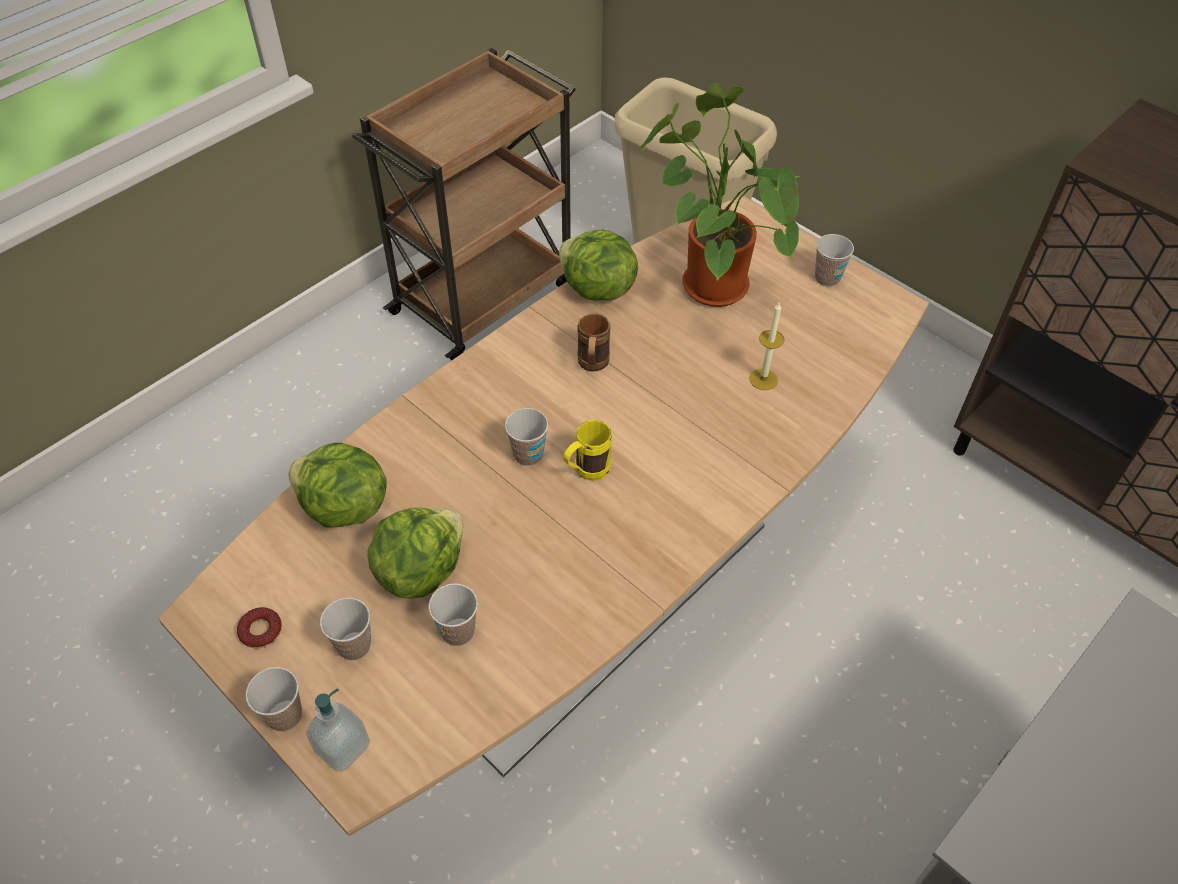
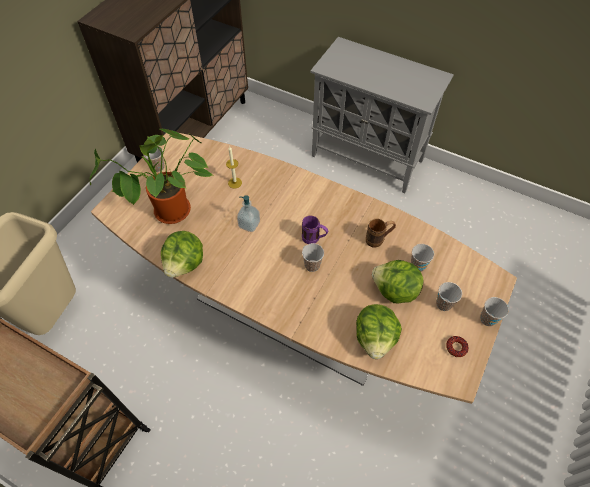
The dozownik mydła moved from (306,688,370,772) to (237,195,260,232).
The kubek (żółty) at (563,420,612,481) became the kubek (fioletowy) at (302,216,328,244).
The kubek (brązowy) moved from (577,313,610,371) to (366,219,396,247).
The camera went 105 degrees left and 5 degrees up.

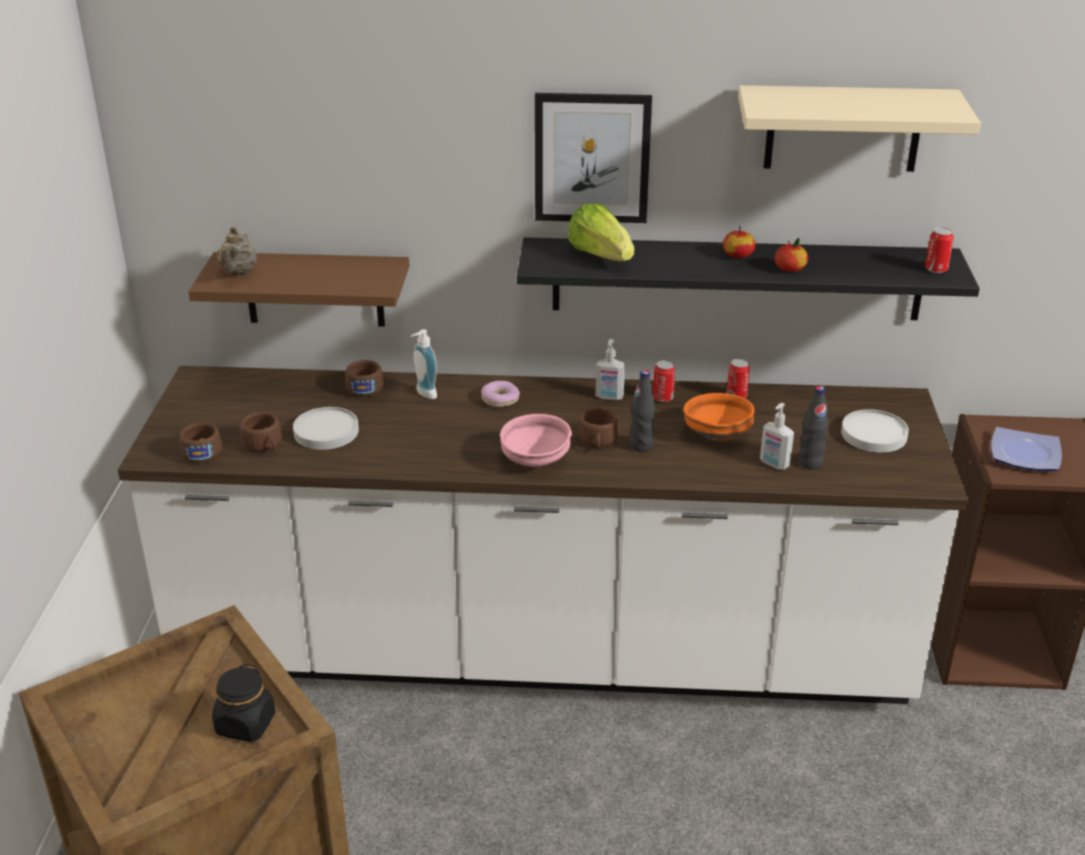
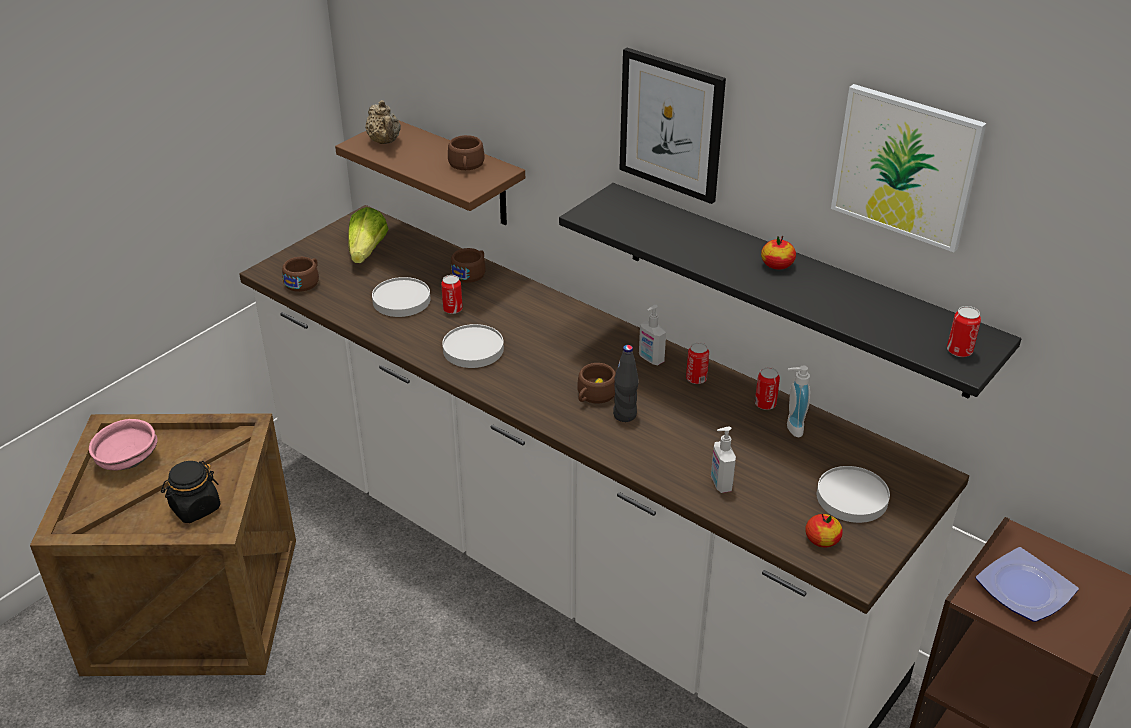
The imbryk (beżowy) at (217,226,256,275) turned 60 degrees counterclockwise.
The filiżanka (brązowy) moved from (240,412,282,452) to (448,135,485,170).
The dozownik mydła moved from (411,329,437,399) to (787,365,810,437).
The donut at (481,381,520,407) disappeared.
The miska (różowy) moved from (500,414,572,467) to (89,419,158,471).
The sałata moved from (568,204,634,261) to (348,207,389,263).
The miska (pomarańczowy) at (683,393,755,441) disappeared.
The półka (beżowy) at (738,85,981,172) was replaced by the obraz at (831,84,986,252).
The jabłko moved from (775,238,808,272) to (805,513,843,548).
The butelka (czarny) at (799,386,829,469) disappeared.
The puszka at (441,275,463,314) appeared.
The talerz (biały) at (442,324,504,368) appeared.
The camera went 35 degrees right and 5 degrees up.

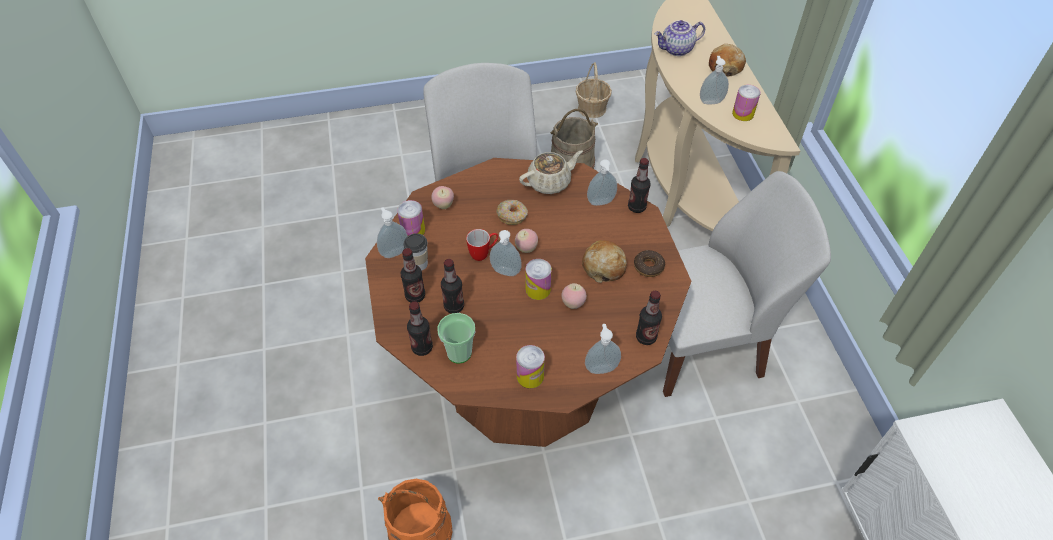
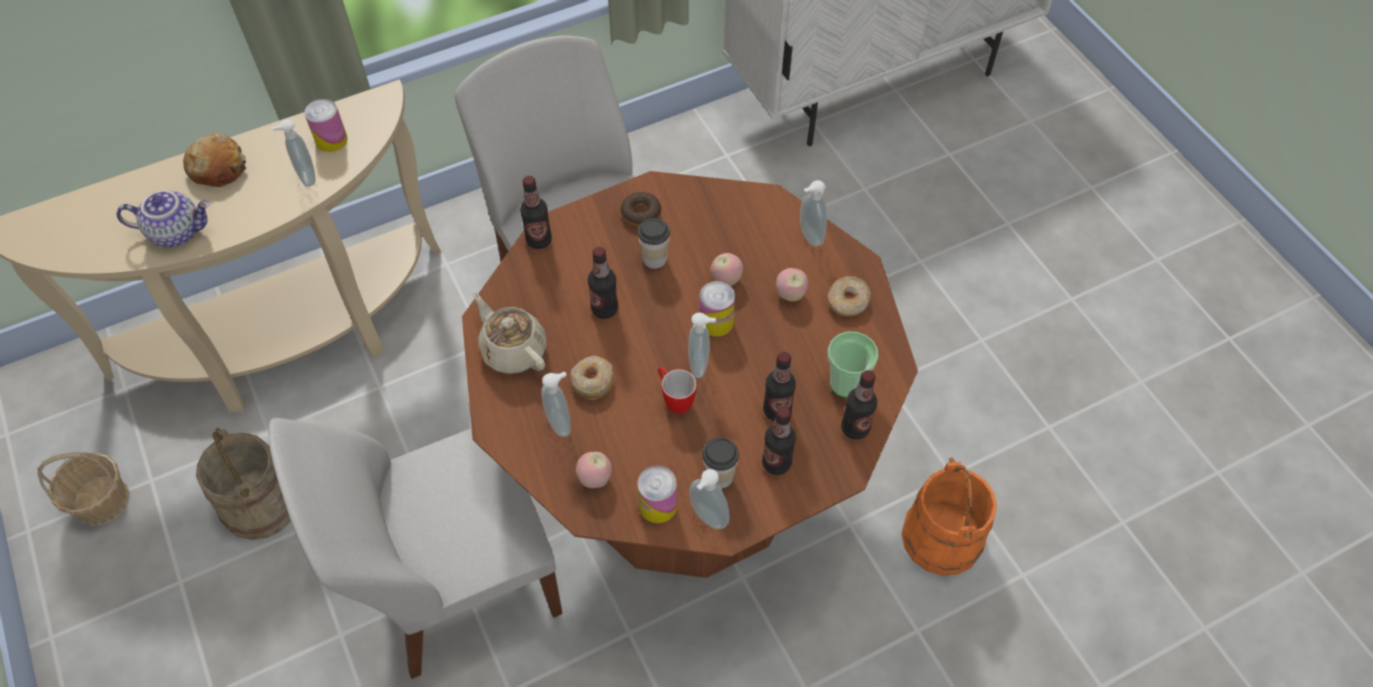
The jabłko moved from (515,229,538,253) to (776,268,808,301).
The puszka at (516,345,545,388) was replaced by the donut at (828,276,871,316).
The chleb at (582,240,627,283) was replaced by the filiżanka at (638,219,670,269).
The dozownik mydła moved from (587,160,617,206) to (541,372,571,437).
The butelka moved from (636,291,662,345) to (588,247,618,319).
The imbryk at (655,20,705,56) turned 60 degrees counterclockwise.
The camera went 105 degrees left and 5 degrees up.

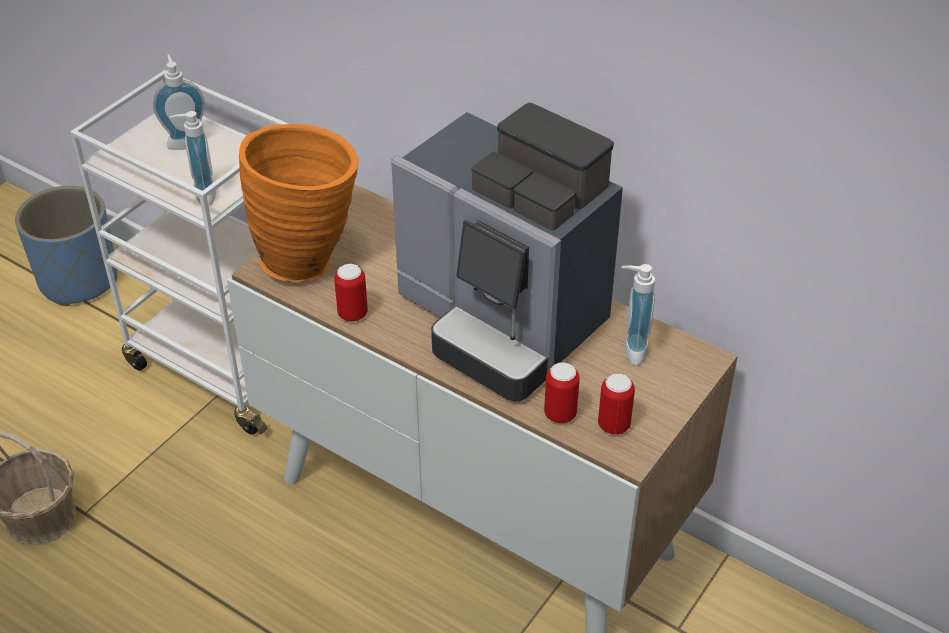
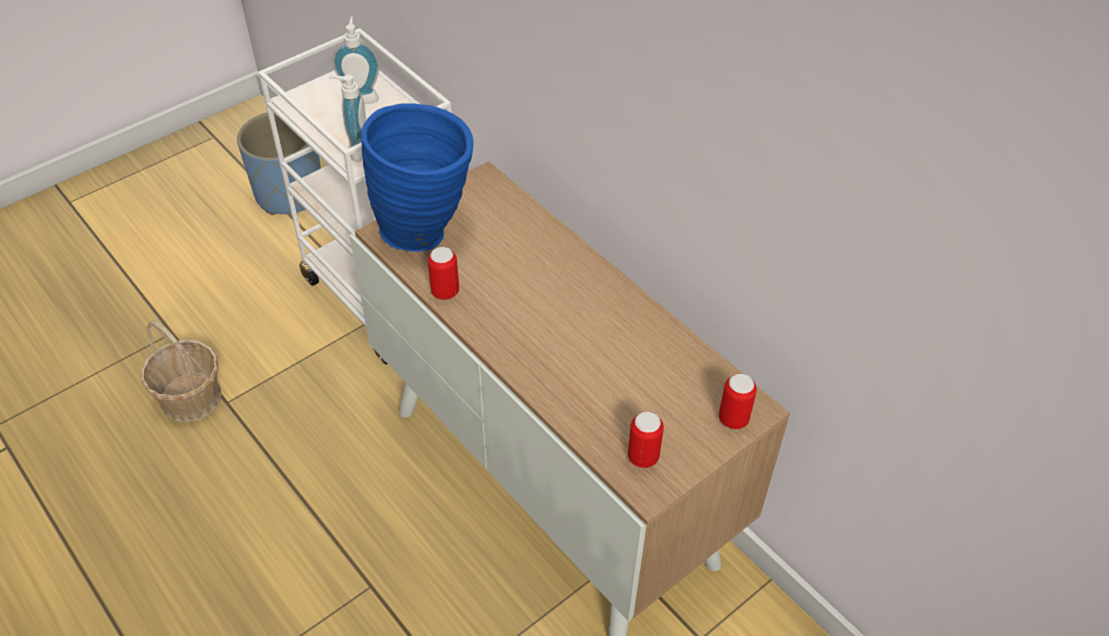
The wazon (pomarańczowy) at (239,124,359,282) became the wazon (niebieski) at (361,103,474,252).
The ekspres do kawy at (391,103,623,402) disappeared.
The puszka moved from (544,362,580,423) to (719,373,757,429).
The dozownik mydła at (621,264,655,366) disappeared.
The camera went 15 degrees right and 5 degrees up.

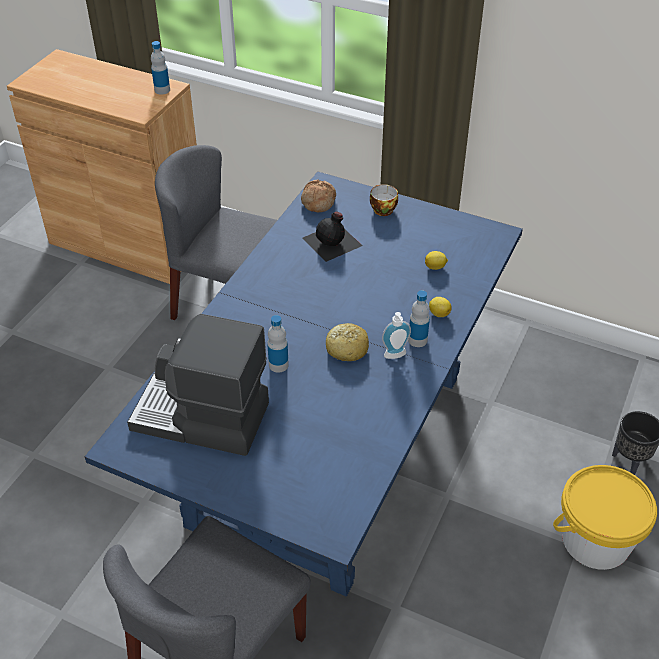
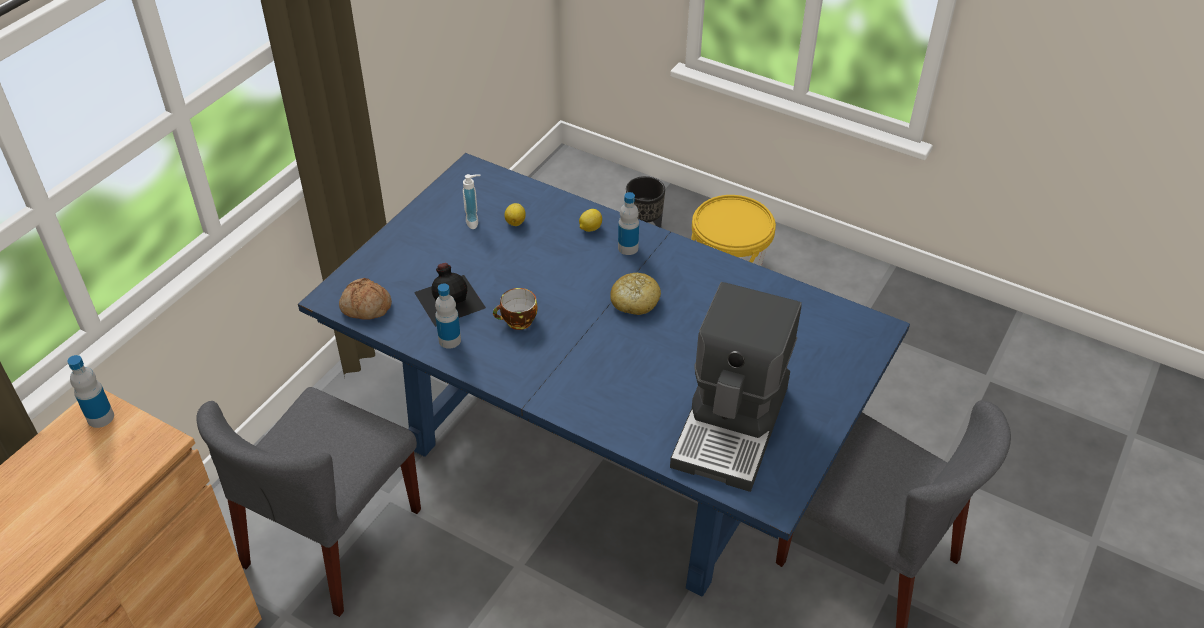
The butelka moved from (267,315,289,373) to (435,283,461,349).
The filiżanka moved from (370,184,398,216) to (493,288,538,330).
The dozownik mydła moved from (382,312,411,359) to (463,174,480,229).
The camera went 85 degrees left and 0 degrees up.

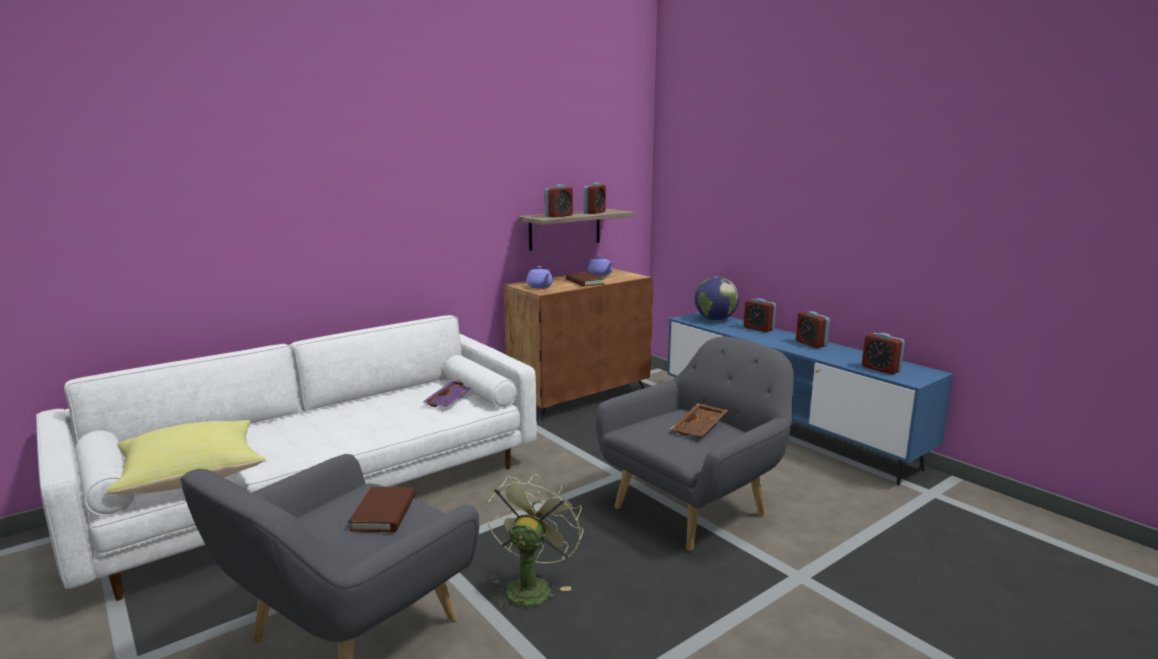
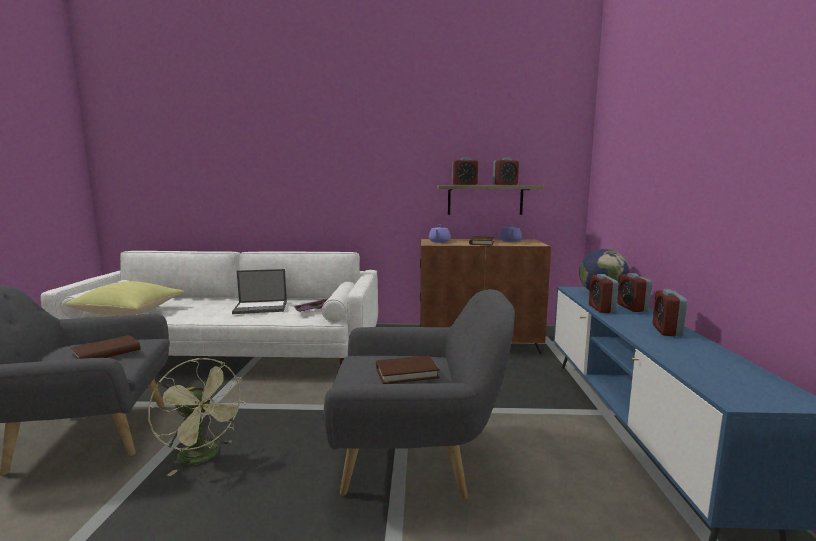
The wentylator (zielony) at (485,472,583,613) turned 75 degrees clockwise.
The taca (brązowy) at (670,403,728,436) was replaced by the książka (brązowy) at (376,356,440,384).
The budzik moved from (862,333,905,374) to (589,274,618,313).
The laptop at (232,269,287,314) appeared.
The camera went 40 degrees right and 5 degrees down.

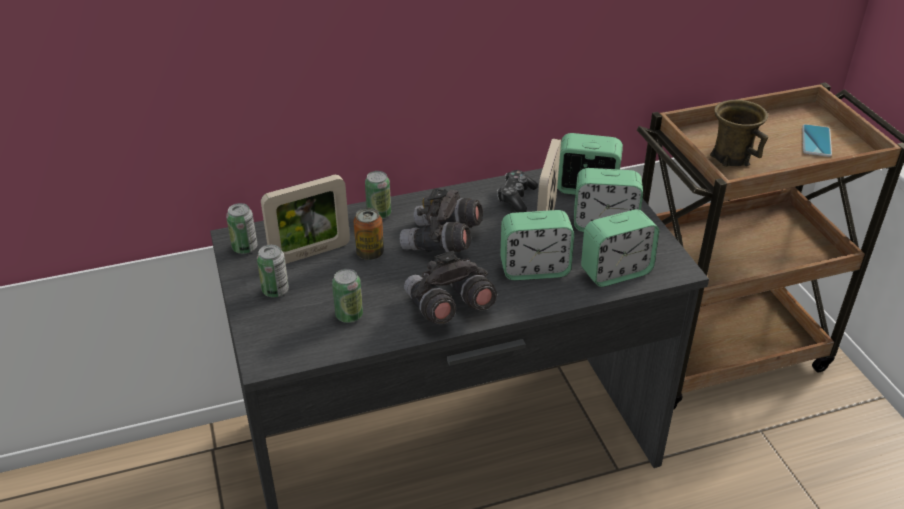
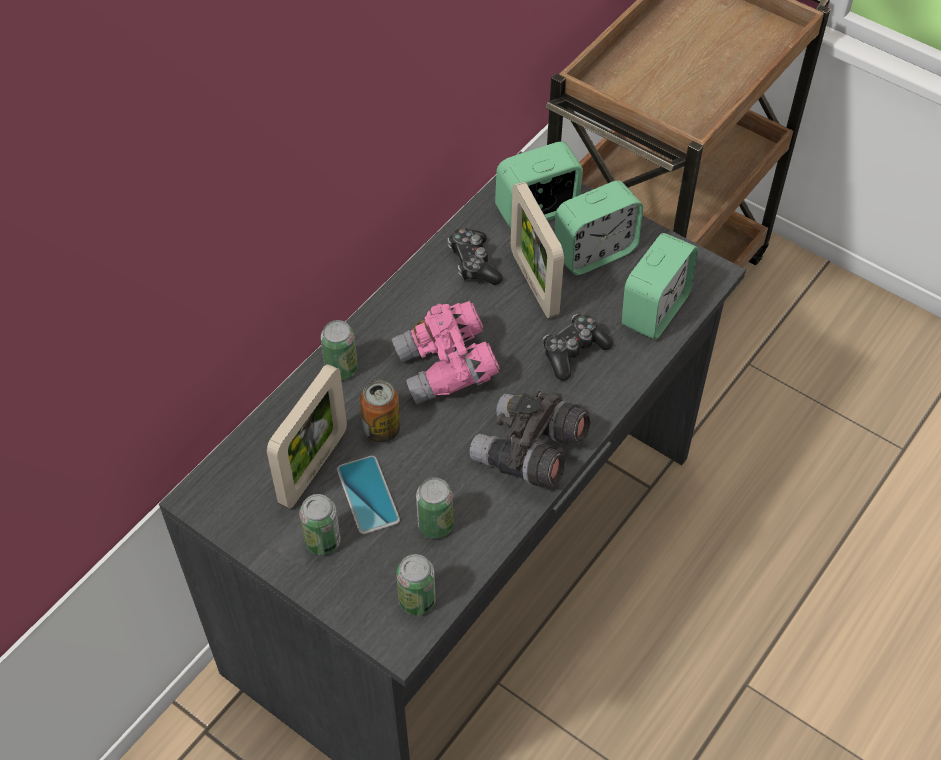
The puszka moved from (226,203,257,254) to (396,554,436,616).
The lornetka (szary) at (400,189,483,252) became the lornetka (różowy) at (392,301,500,404).
The budzik at (500,210,574,281) was replaced by the pad do gier at (543,314,613,381).
The kubek (brązowy) at (710,100,768,167) disappeared.
The telefon moved from (802,124,832,157) to (337,456,400,534).
The camera went 35 degrees left and 15 degrees up.

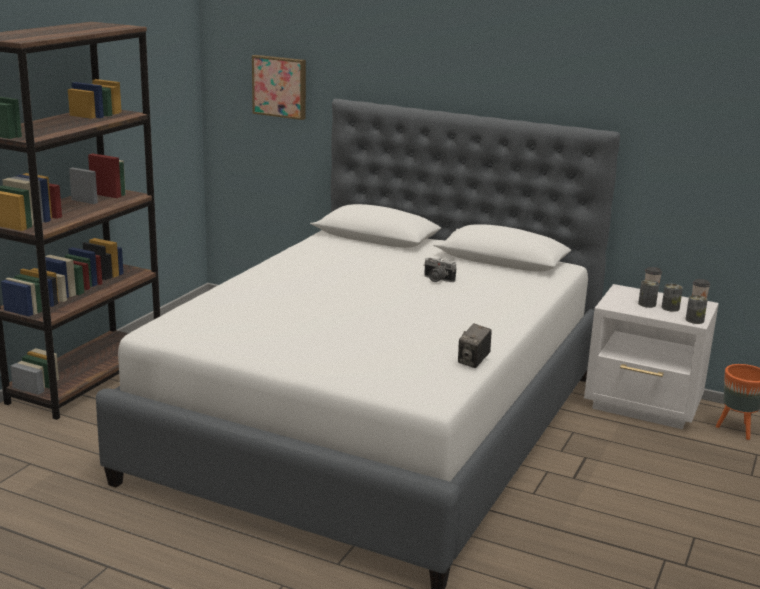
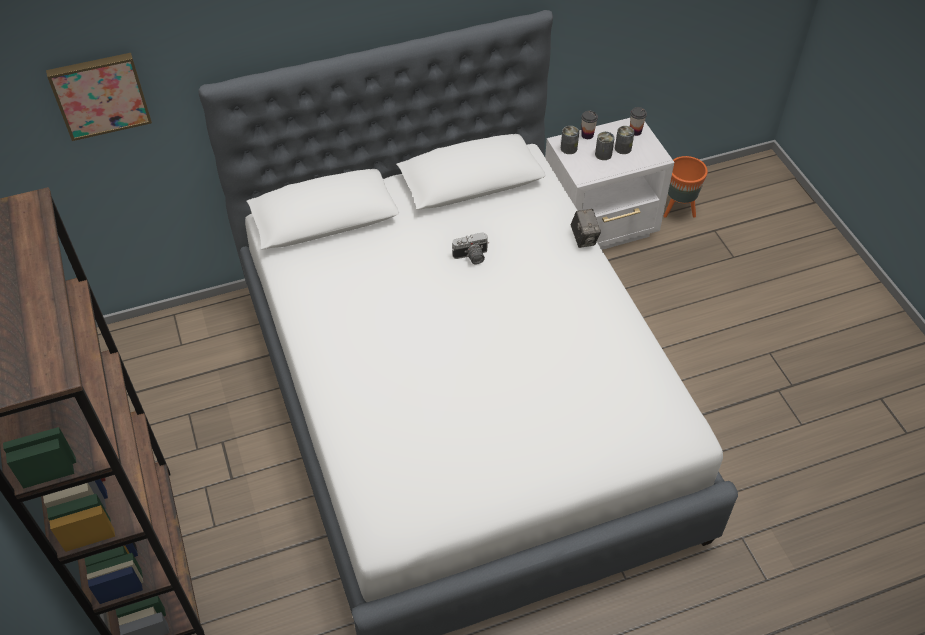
The aparat fotograficzny moved from (458,323,492,368) to (571,209,601,248).
The puszka moved from (686,295,708,324) to (561,126,579,154).
The camera went 45 degrees left and 30 degrees up.

